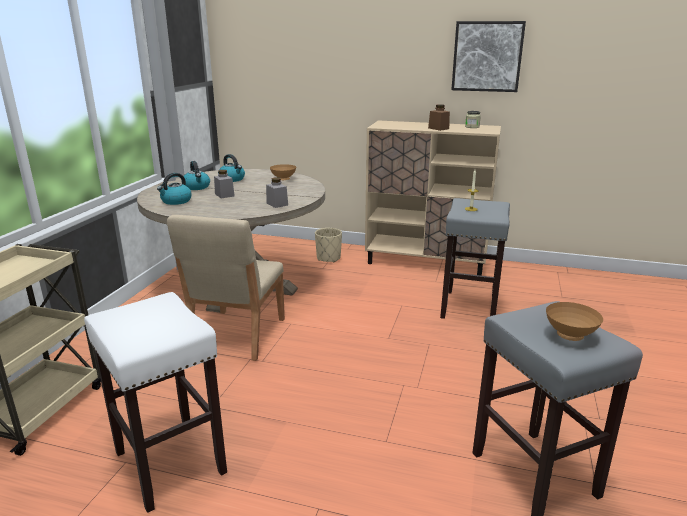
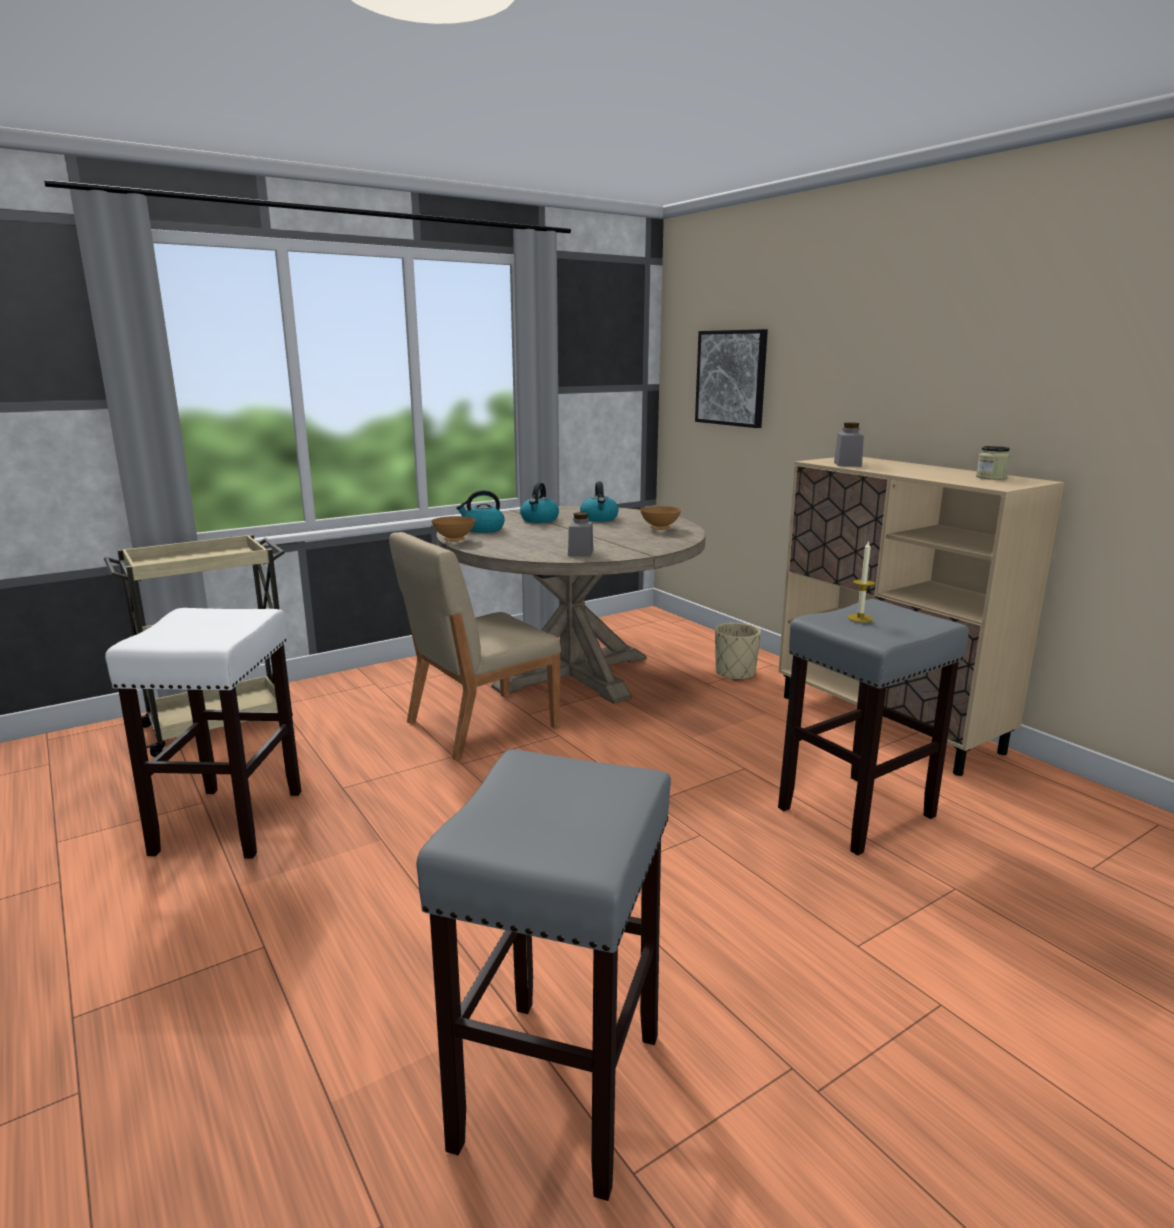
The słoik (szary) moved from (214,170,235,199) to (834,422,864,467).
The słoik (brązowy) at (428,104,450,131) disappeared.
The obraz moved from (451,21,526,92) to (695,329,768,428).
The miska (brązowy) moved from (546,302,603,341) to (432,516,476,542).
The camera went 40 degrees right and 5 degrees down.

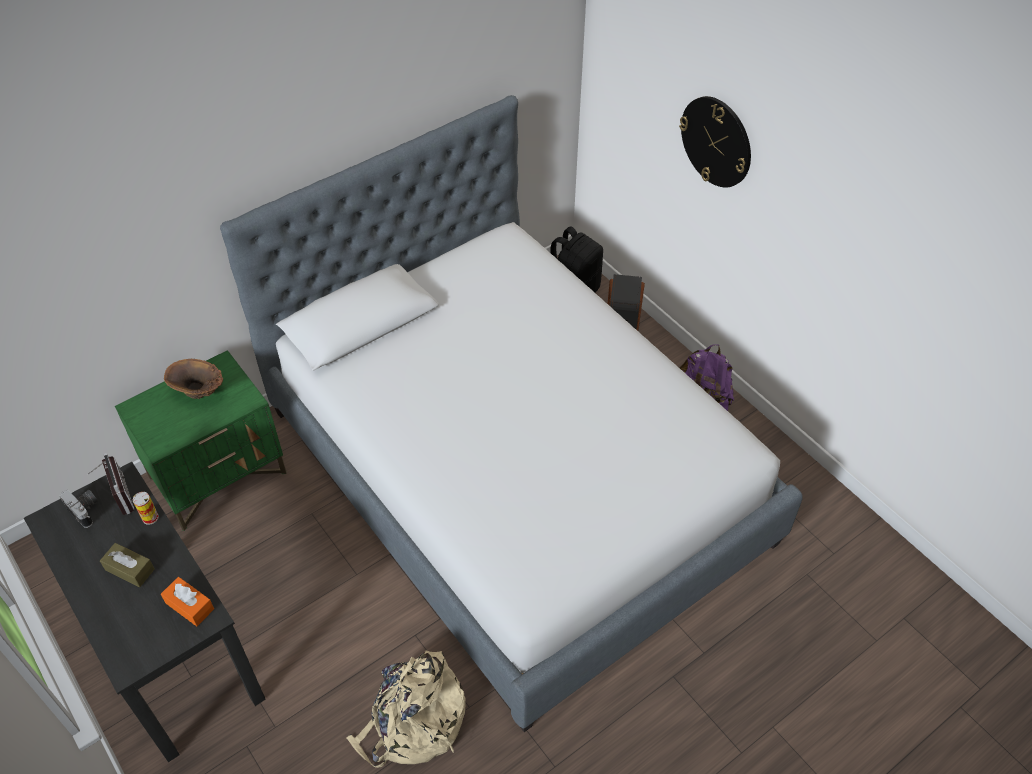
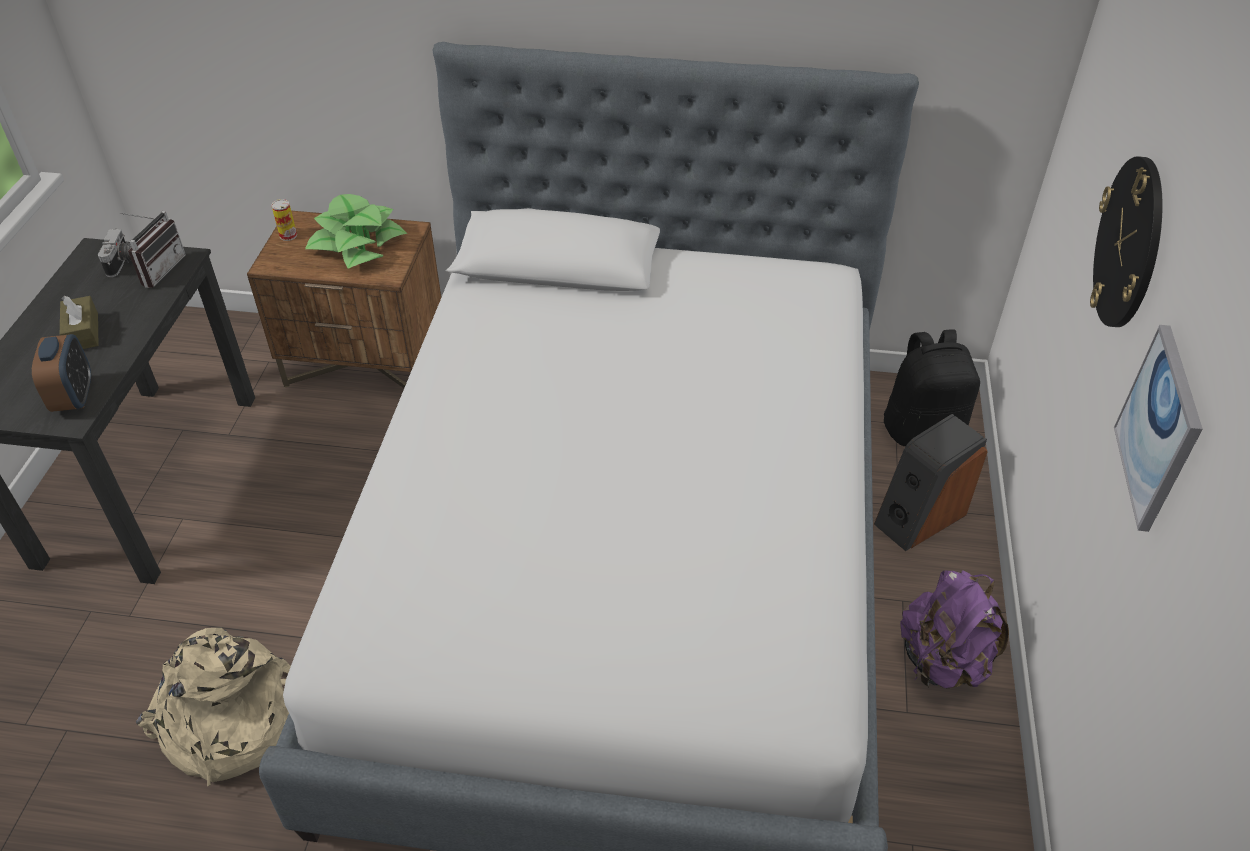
The szafka nocna (zielony) at (115,350,287,531) became the szafka nocna (brązowy) at (247,211,441,388).
The puszka moved from (133,492,159,525) to (271,199,297,241).
The pudełko chusteczek (pomarańczowy) at (161,577,214,626) was replaced by the budzik at (32,334,91,412).
The wazon (brązowy) at (164,359,223,399) was replaced by the roślina doniczkowa at (305,194,408,269).
The obraz at (1114,325,1203,532) appeared.
The camera went 45 degrees right and 5 degrees down.

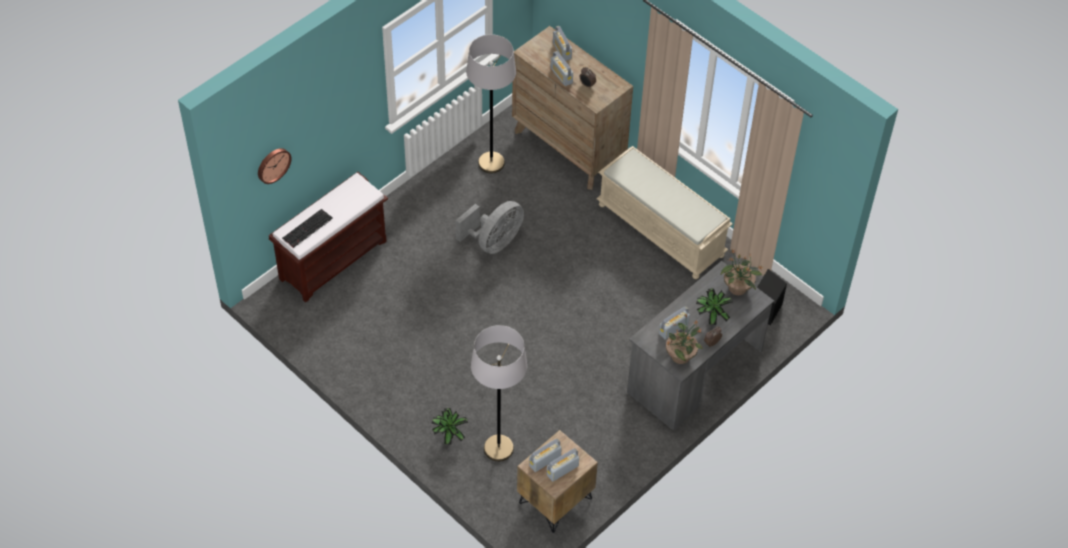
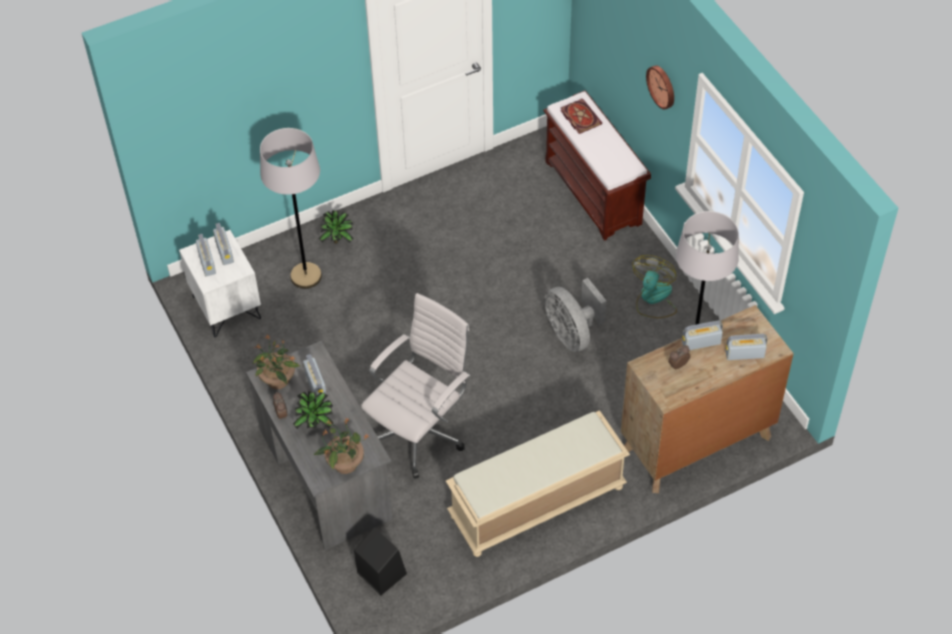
The zegar ścienny moved from (258,148,292,184) to (646,65,674,110).
The klawiatura at (282,209,333,248) was replaced by the książka at (560,98,602,134).
The szafka nocna (brązowy) at (517,430,598,533) became the szafka nocna (biały) at (179,230,261,337).
The krzesło biurowe (biały) at (361,293,471,479) appeared.
The wentylator at (632,255,677,318) appeared.
The camera went 110 degrees right and 0 degrees up.

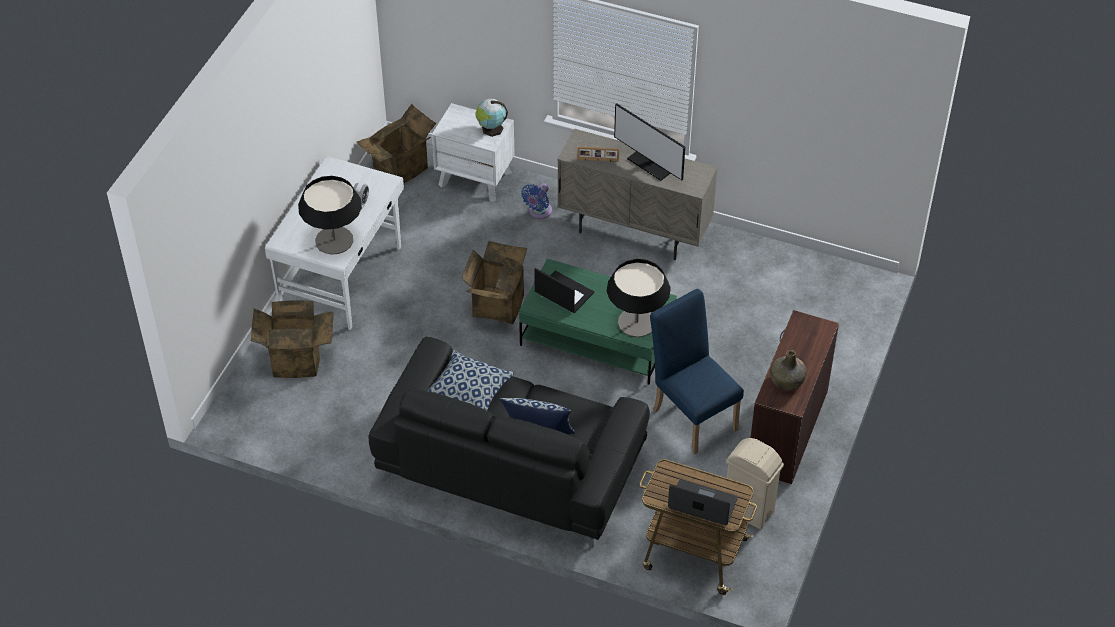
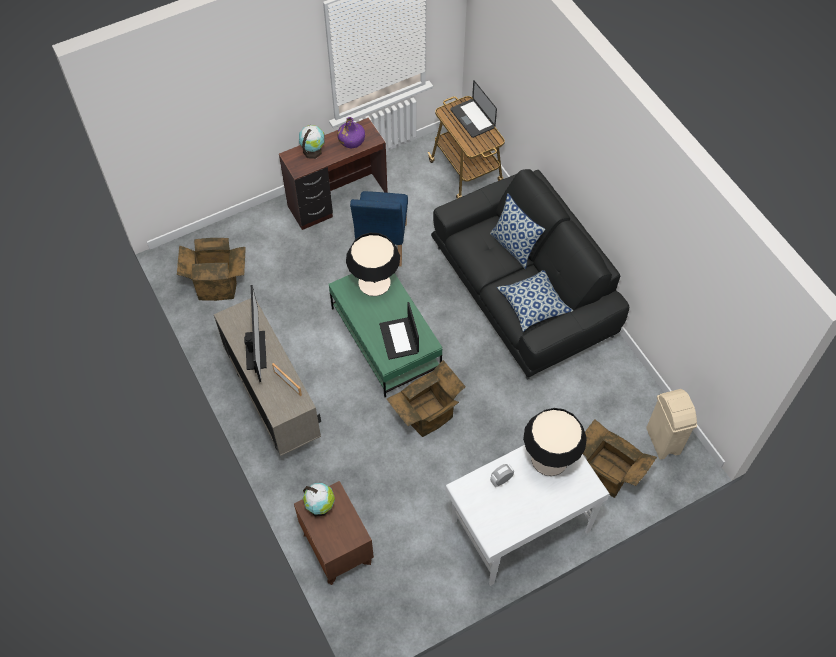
The karton moved from (356,104,437,183) to (177,238,246,301).
The szafka nocna (biały) at (432,103,515,202) became the szafka nocna (brązowy) at (294,481,374,585).
The wentylator (niebieski) at (521,183,552,219) disappeared.
The kosz na śmieci (beżowy) moved from (726,438,784,530) to (646,389,697,460).
The butelka (zielony) at (770,350,807,391) became the butelka (fioletowy) at (337,117,365,148).
The globus at (299,125,325,159) appeared.
The camera went 140 degrees left and 10 degrees up.

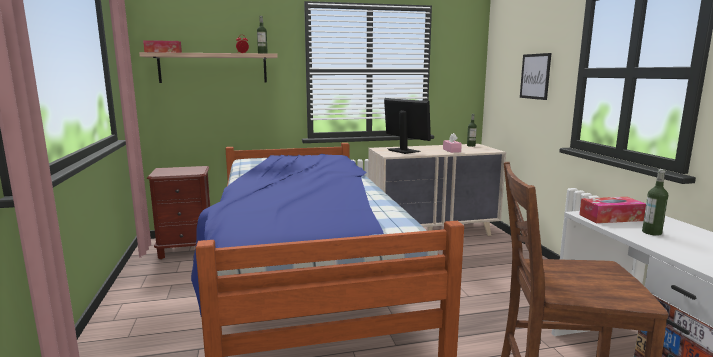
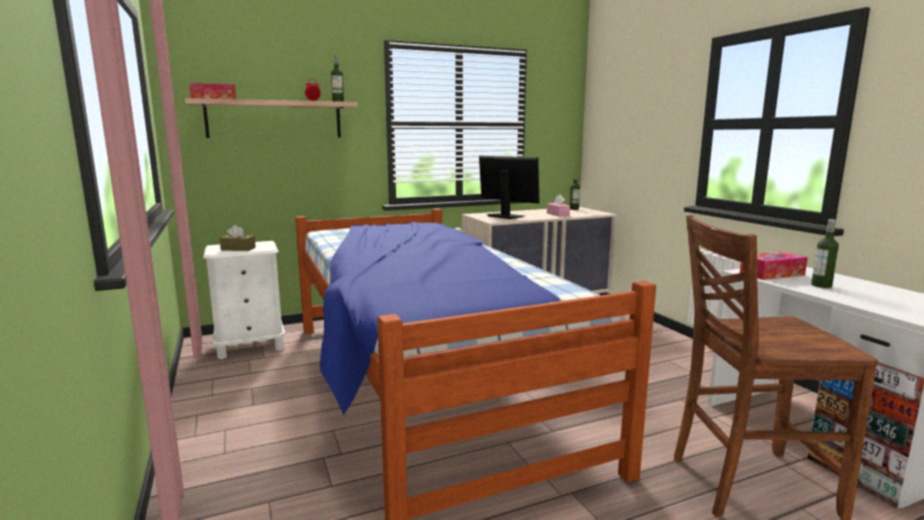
The szafka nocna (brązowy) at (147,166,210,259) became the szafka nocna (biały) at (203,241,285,359).
The obraz at (520,53,551,100) disappeared.
The pudełko chusteczek (brązowy) at (220,225,256,251) appeared.
The camera went 10 degrees left and 0 degrees up.

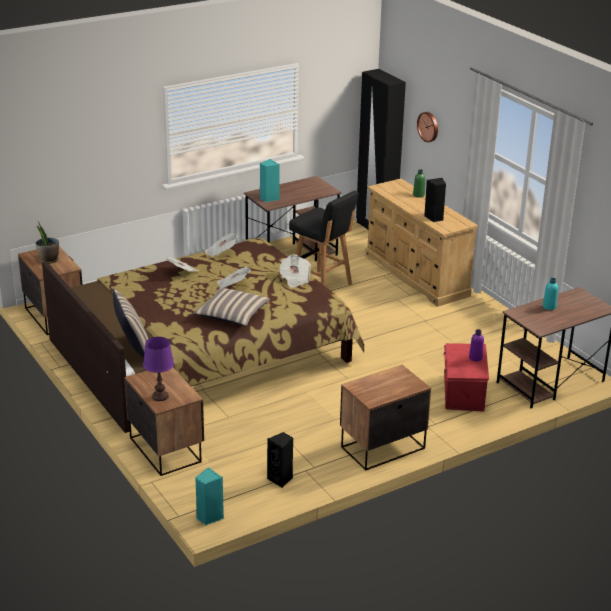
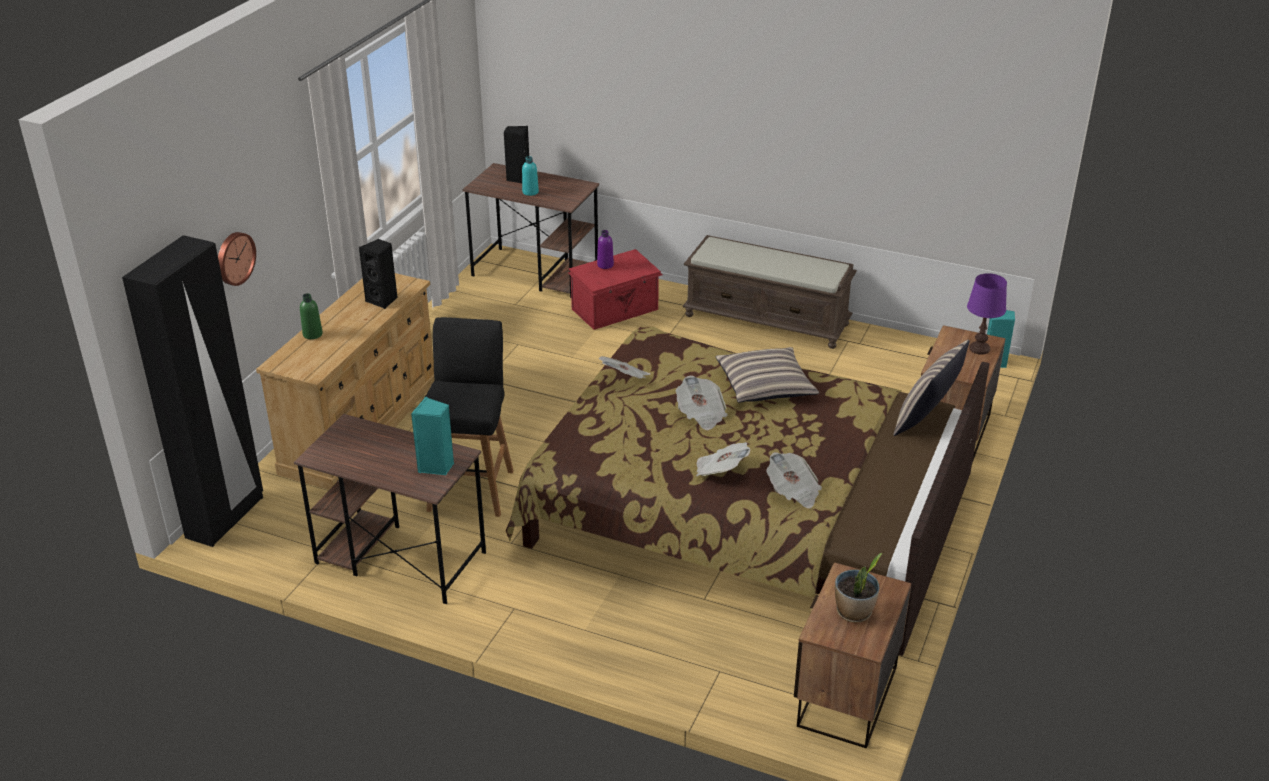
The gazeta moved from (205,233,238,257) to (766,452,822,508).
The głośnik (czarny) moved from (267,432,293,488) to (503,126,529,183).
The szafka nocna at (340,365,431,470) was replaced by the ławka (brązowy) at (683,235,857,349).
The camera went 125 degrees left and 5 degrees up.

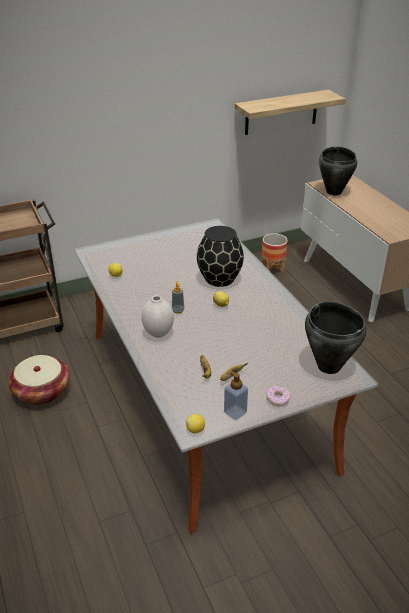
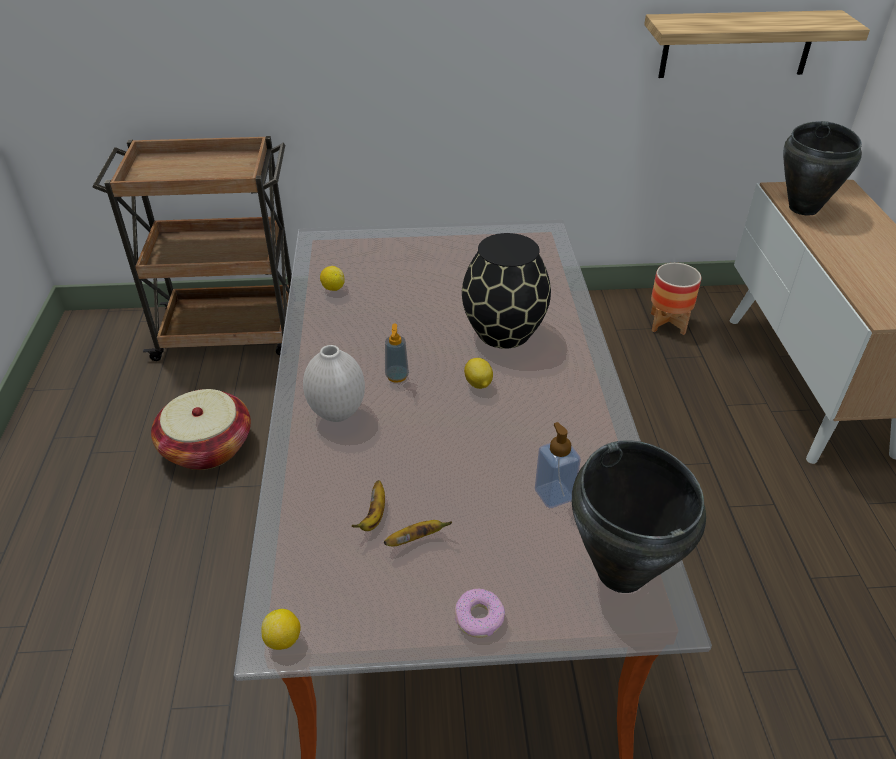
The dozownik mydła moved from (224,371,248,420) to (535,422,581,508).
The camera went 20 degrees right and 5 degrees up.

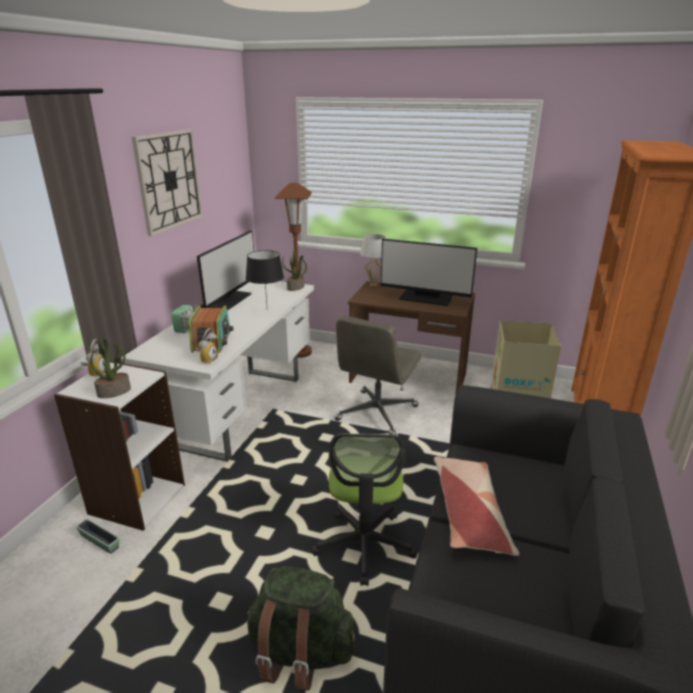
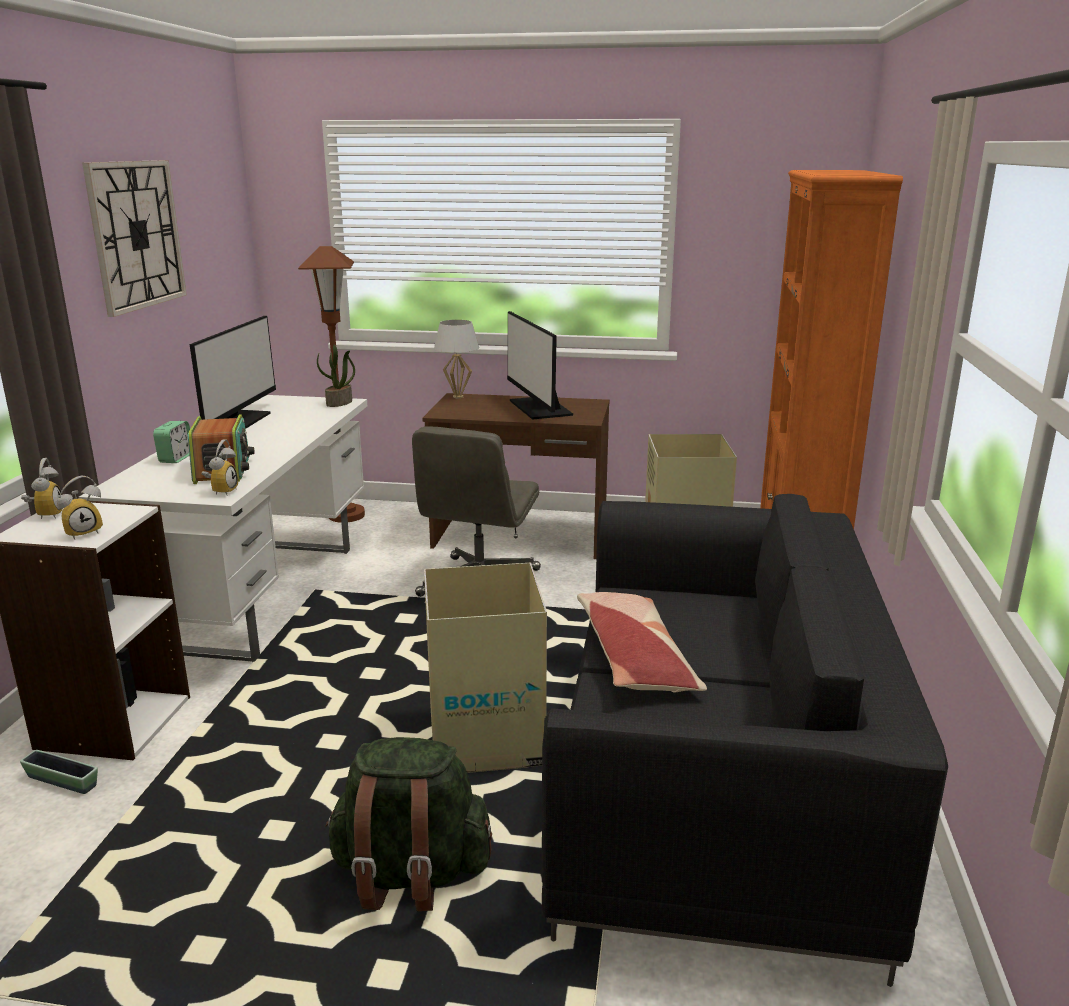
The roślina doniczkowa at (90,338,131,398) was replaced by the budzik at (57,476,103,540).
The lampa stołowa (czarny) at (246,250,284,303) disappeared.
The krzesło biurowe at (311,434,418,586) was replaced by the karton at (424,563,547,773).
The monitor at (380,239,477,306) turned 60 degrees clockwise.
The camera went 10 degrees left and 5 degrees down.

